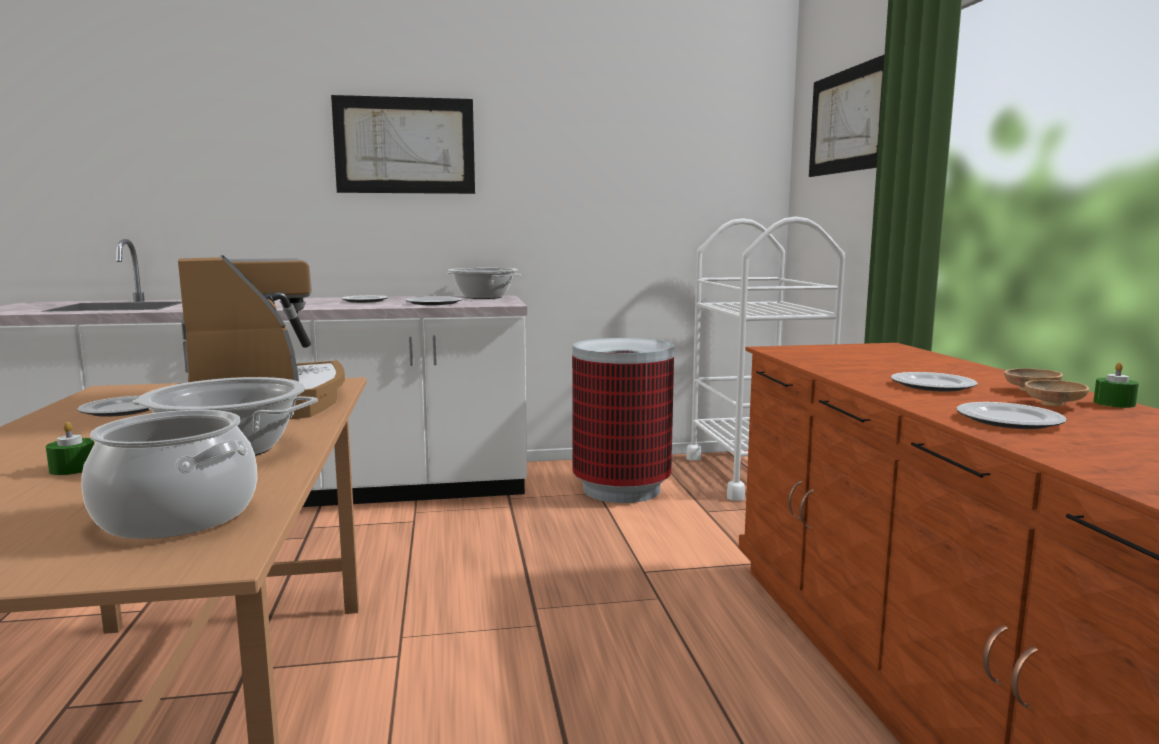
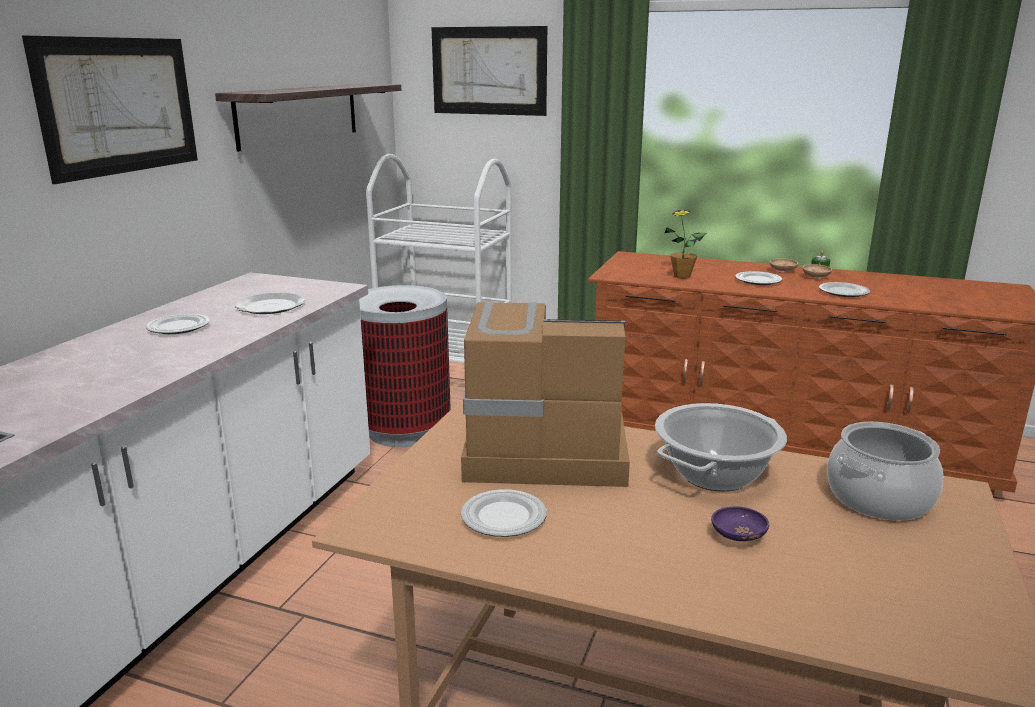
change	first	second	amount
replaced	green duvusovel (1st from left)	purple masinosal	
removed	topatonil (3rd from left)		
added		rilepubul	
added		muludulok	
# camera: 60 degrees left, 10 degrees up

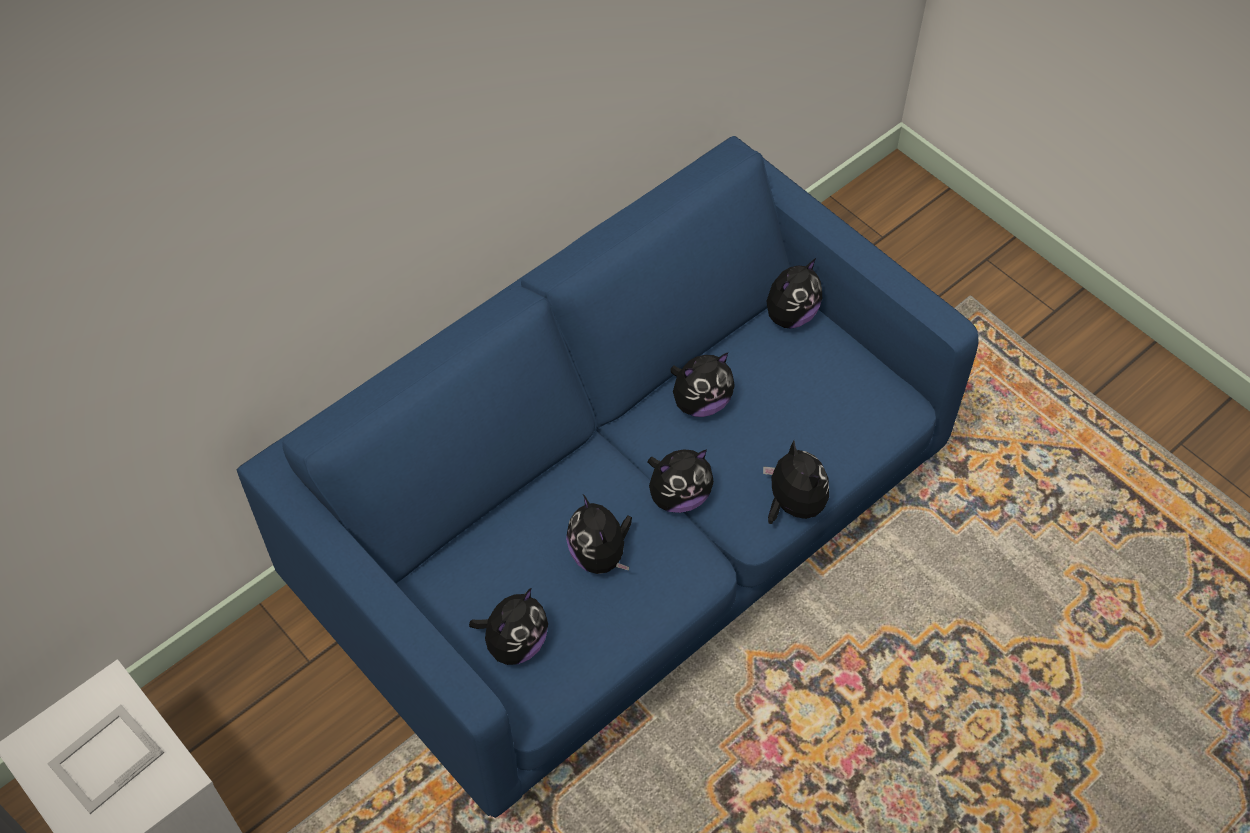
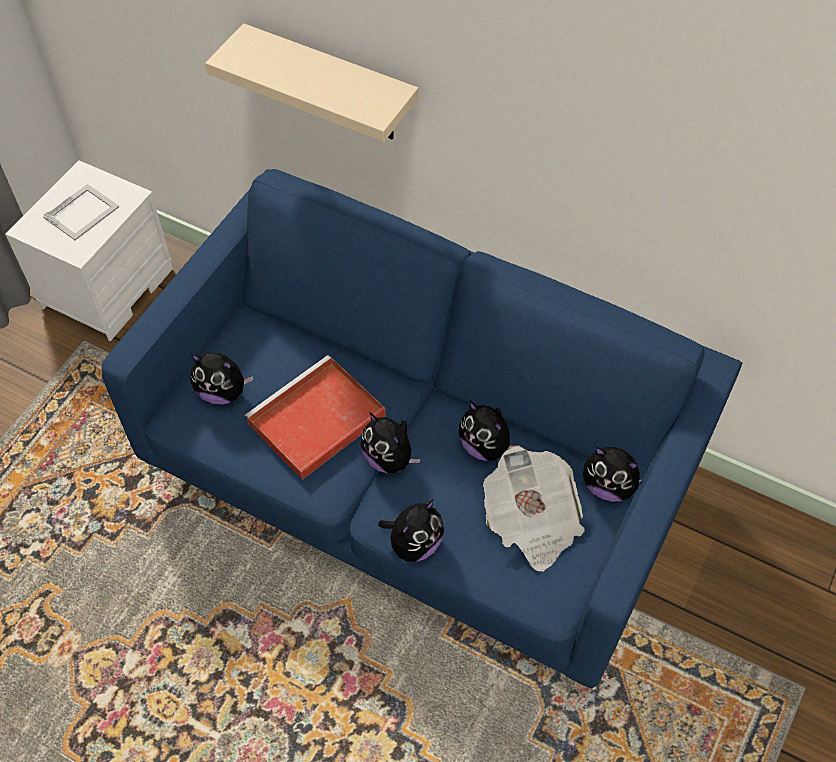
change	first	second	amount
turned	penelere		105 degrees clockwise
replaced	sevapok (2nd from left)	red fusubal	
added		beige rilepubul	
added		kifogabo	
# camera: 70 degrees right, 0 degrees up

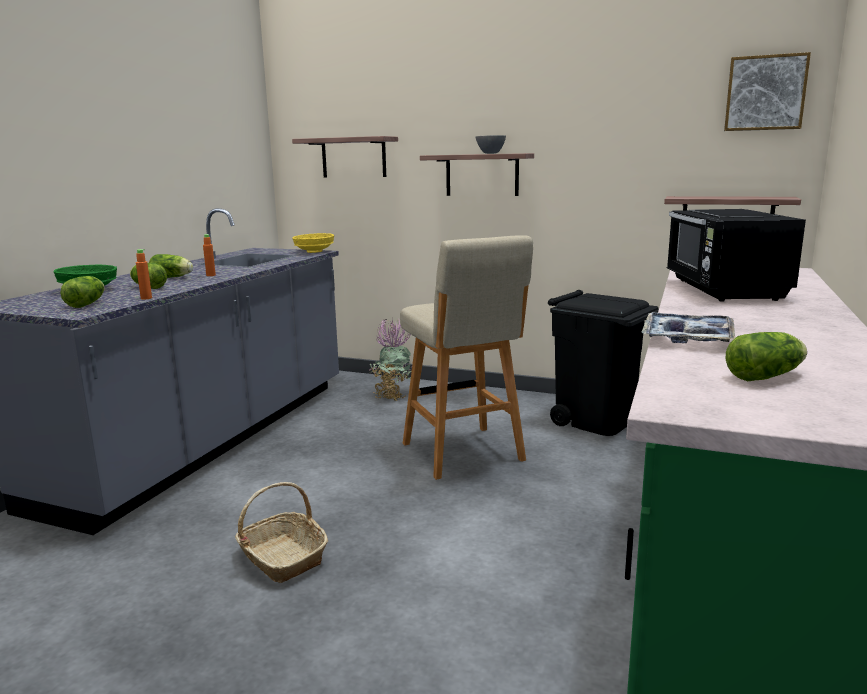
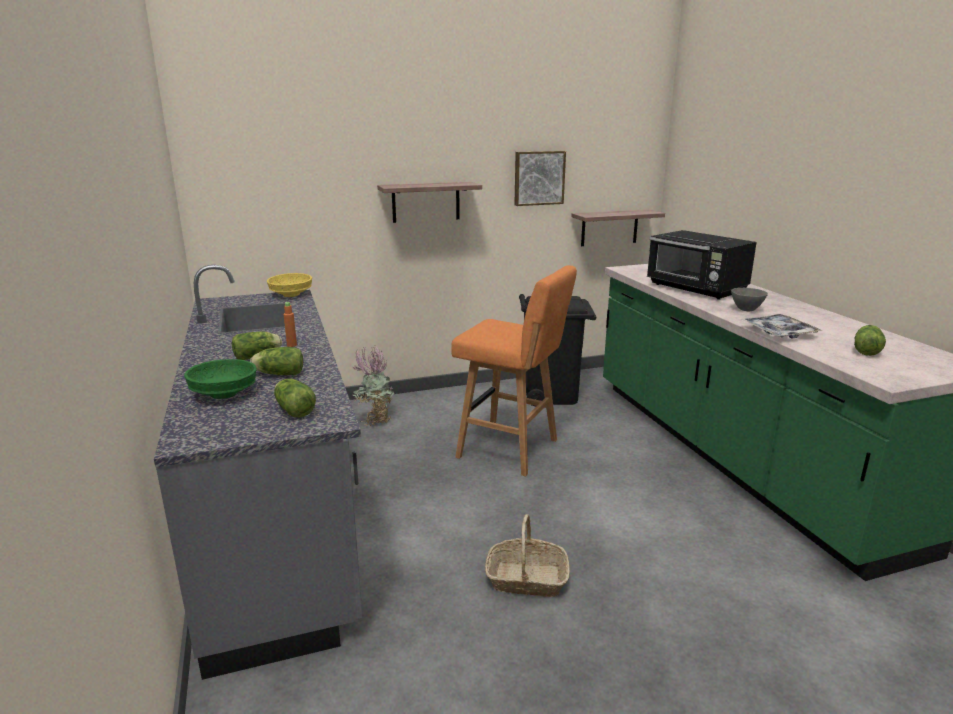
change	first	second	amount
removed	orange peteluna (1st from left)		
removed	rilepubul (1st from left)		
recoloured	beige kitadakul	orange kitadakul	
moved	grey masinosal		
moved	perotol		
# camera: 40 degrees left, 5 degrees up

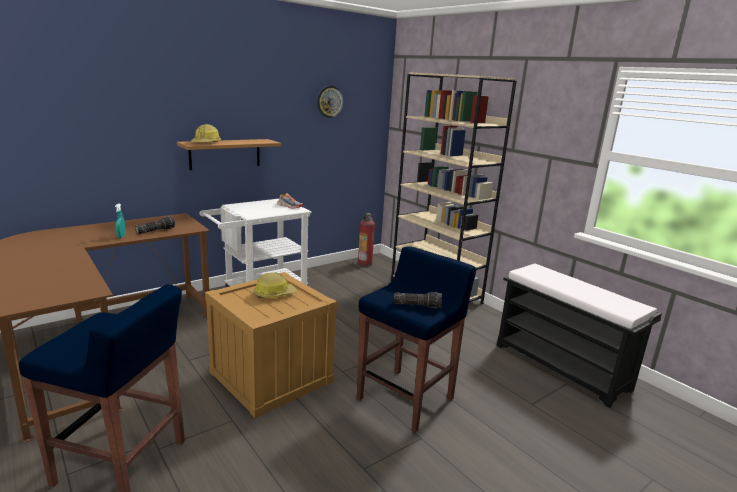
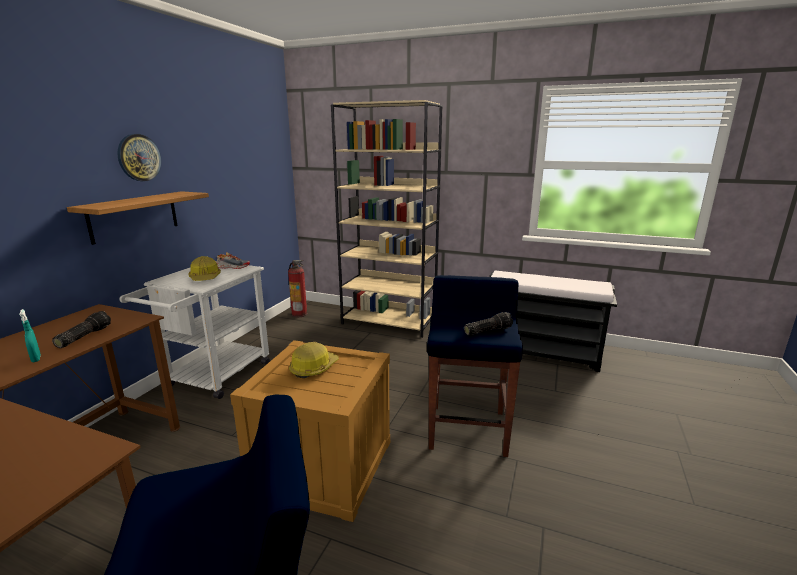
change	first	second	amount
moved	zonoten (1st from left)		
moved	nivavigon		
# camera: 30 degrees left, 0 degrees up

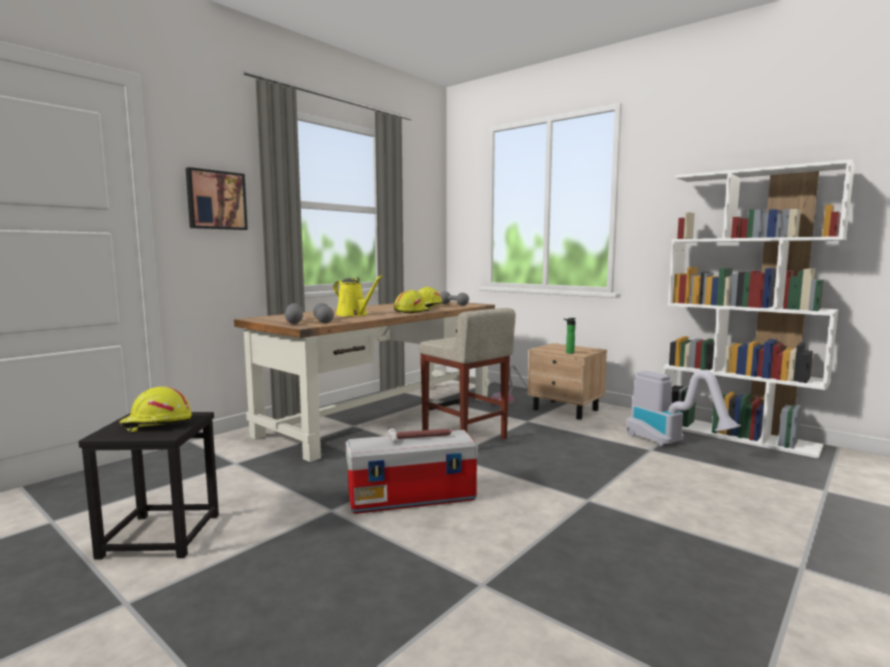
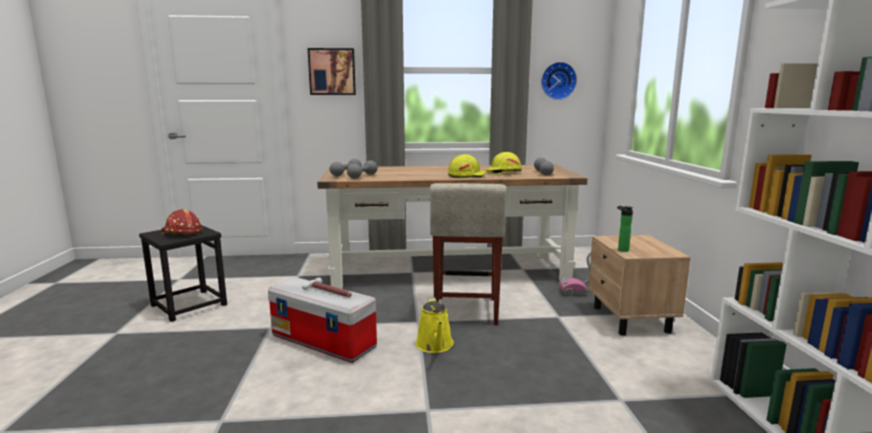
change	first	second	amount
recoloured	yellow zonoten (1st from left)	red zonoten	
moved	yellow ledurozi		
removed	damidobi (2nd from left)		
added		nivavigon	
# camera: 45 degrees right, 5 degrees up

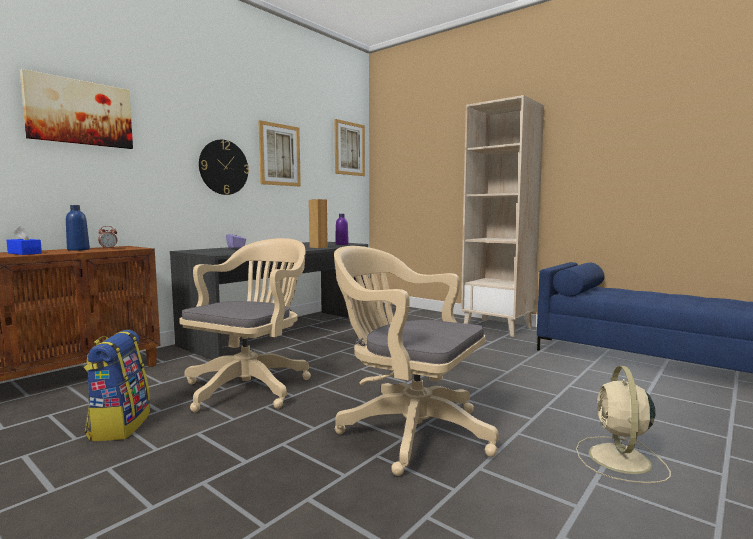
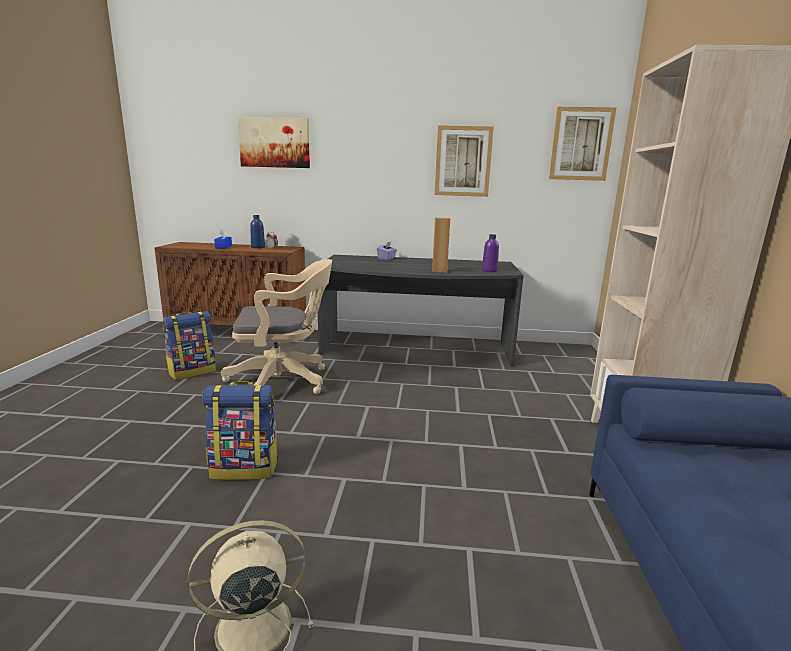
change	first	second	amount
removed	nivavigon		
replaced	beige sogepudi (2nd from left)	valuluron (2nd from left)	
# camera: 55 degrees right, 10 degrees up

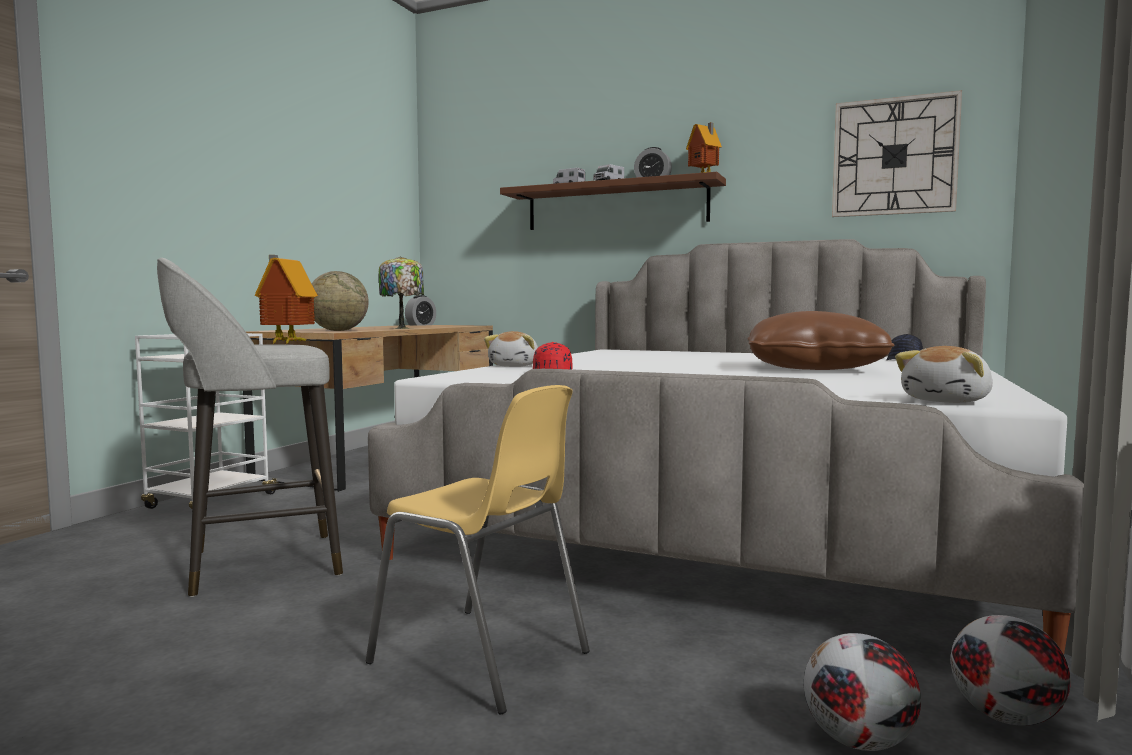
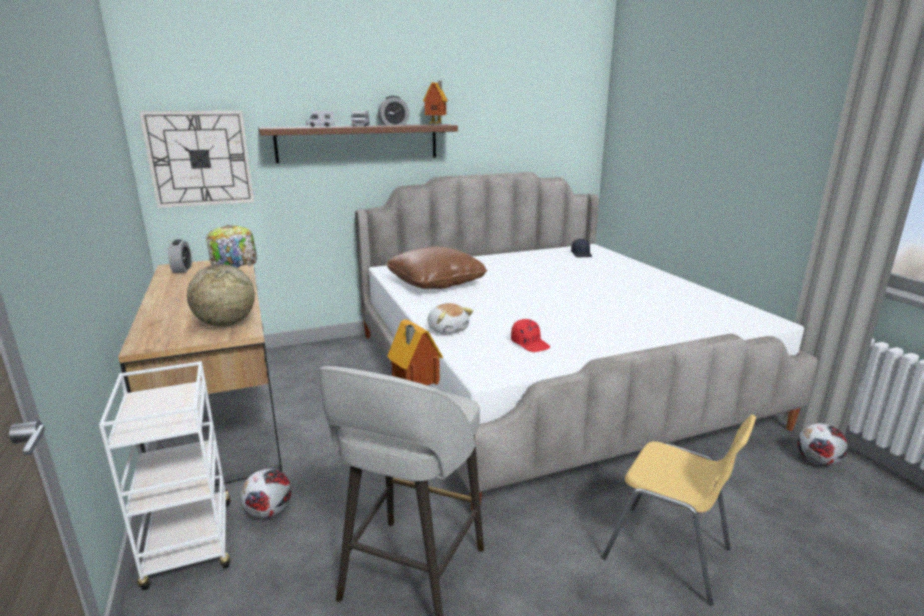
change	first	second	amount
turned	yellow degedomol		45 degrees clockwise
moved	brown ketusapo		
moved	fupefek (1st from left)		
moved	nivavigon		
removed	sevapok (2nd from left)		
# camera: 45 degrees left, 15 degrees up

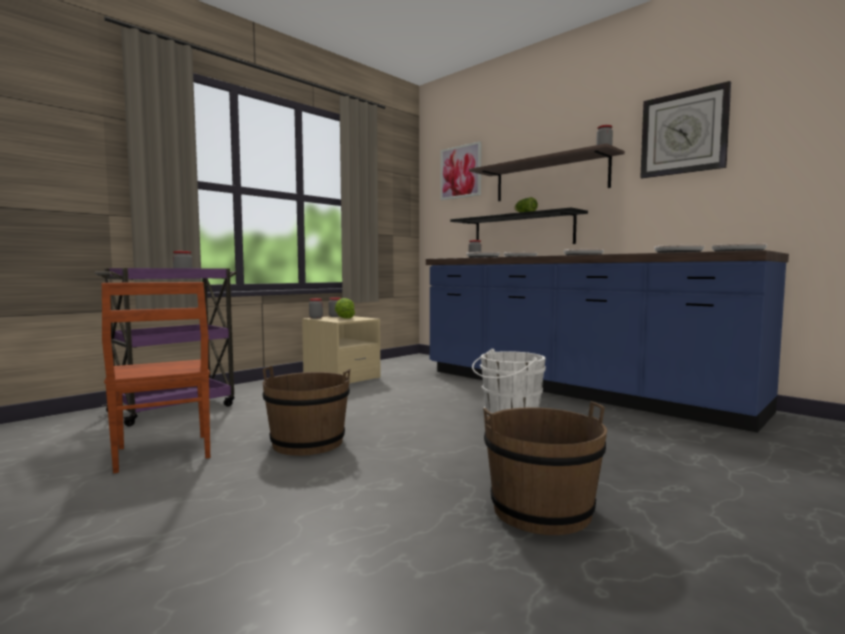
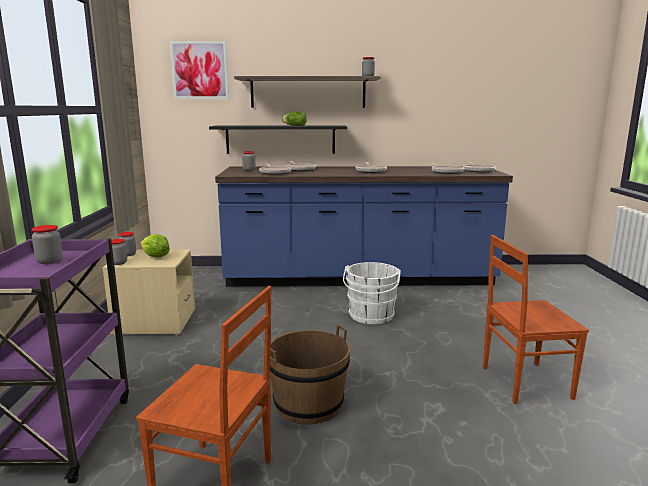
change	first	second	amount
replaced	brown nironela (2nd from left)	brown degedomol (2nd from left)	
removed	nivavigon		
# camera: 45 degrees left, 10 degrees up

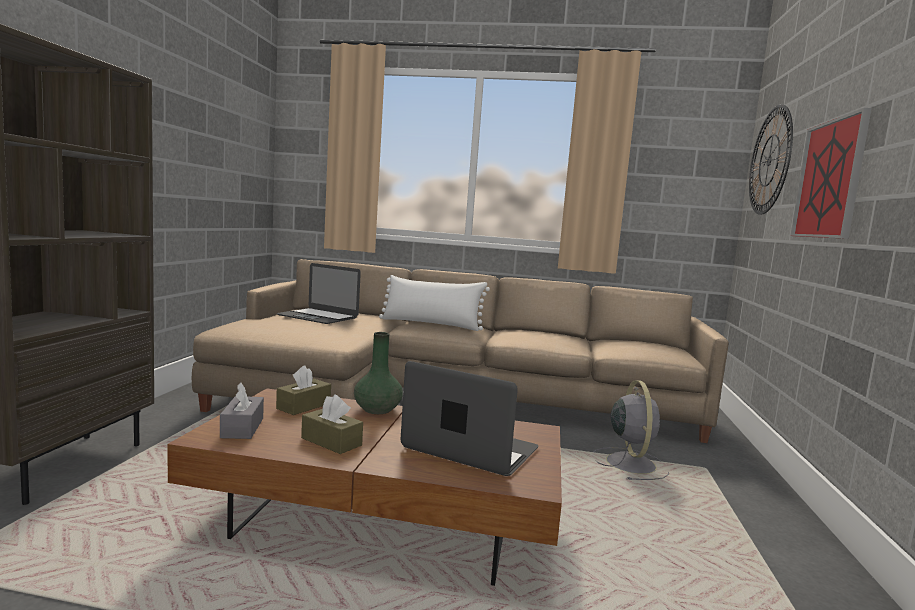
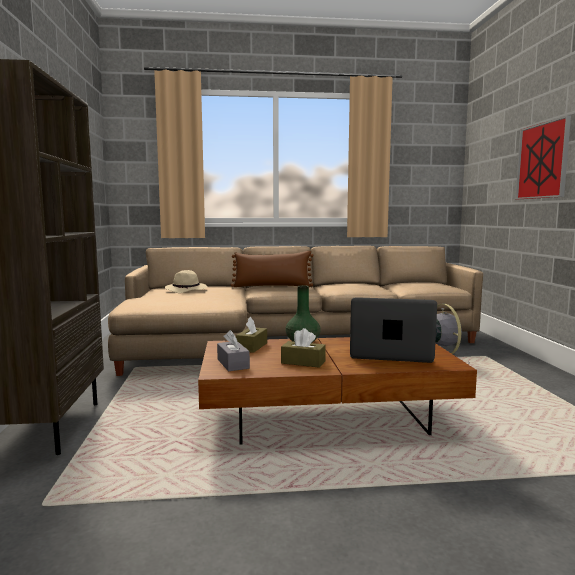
change	first	second	amount
replaced	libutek (1st from left)	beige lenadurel	
recoloured	white ketusapo	brown ketusapo	
removed	nivavigon		
# camera: 15 degrees left, 0 degrees up

